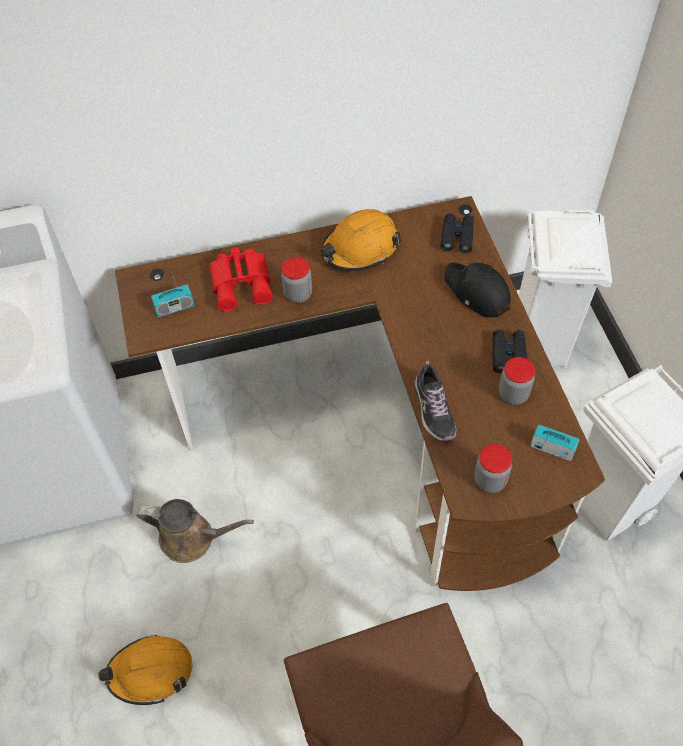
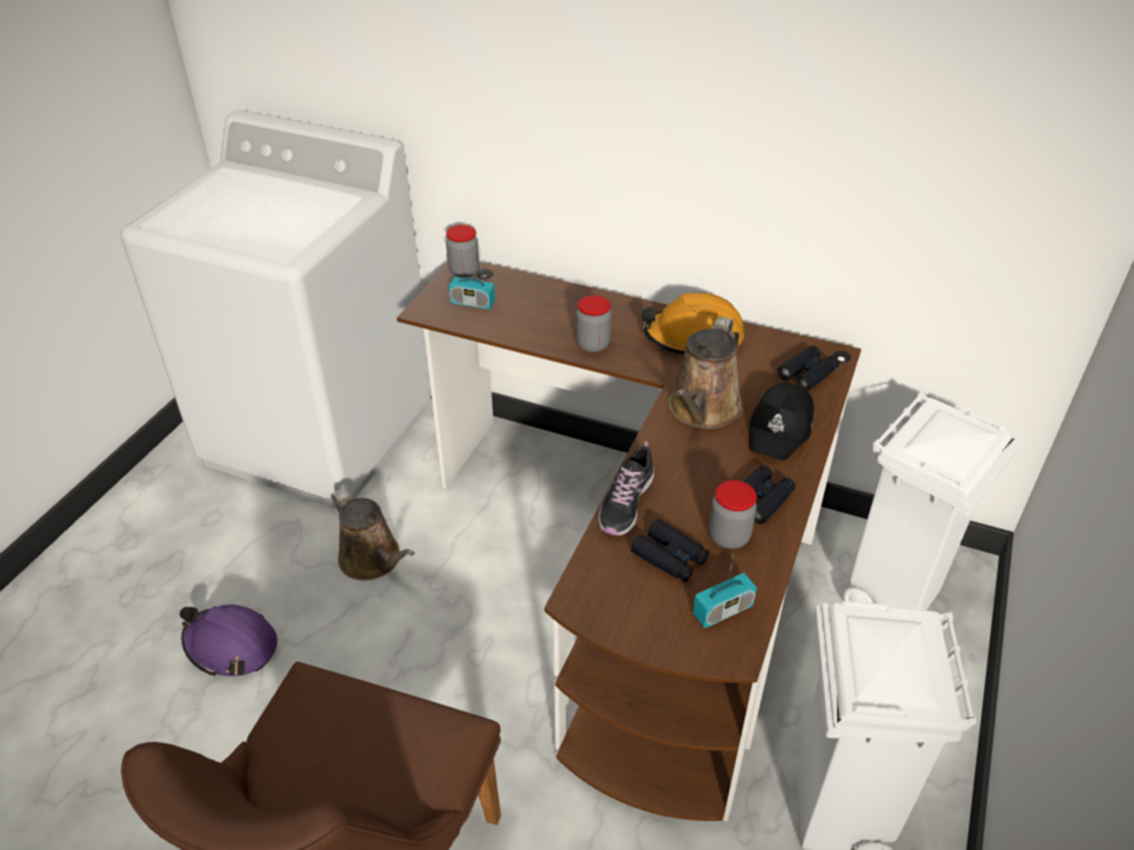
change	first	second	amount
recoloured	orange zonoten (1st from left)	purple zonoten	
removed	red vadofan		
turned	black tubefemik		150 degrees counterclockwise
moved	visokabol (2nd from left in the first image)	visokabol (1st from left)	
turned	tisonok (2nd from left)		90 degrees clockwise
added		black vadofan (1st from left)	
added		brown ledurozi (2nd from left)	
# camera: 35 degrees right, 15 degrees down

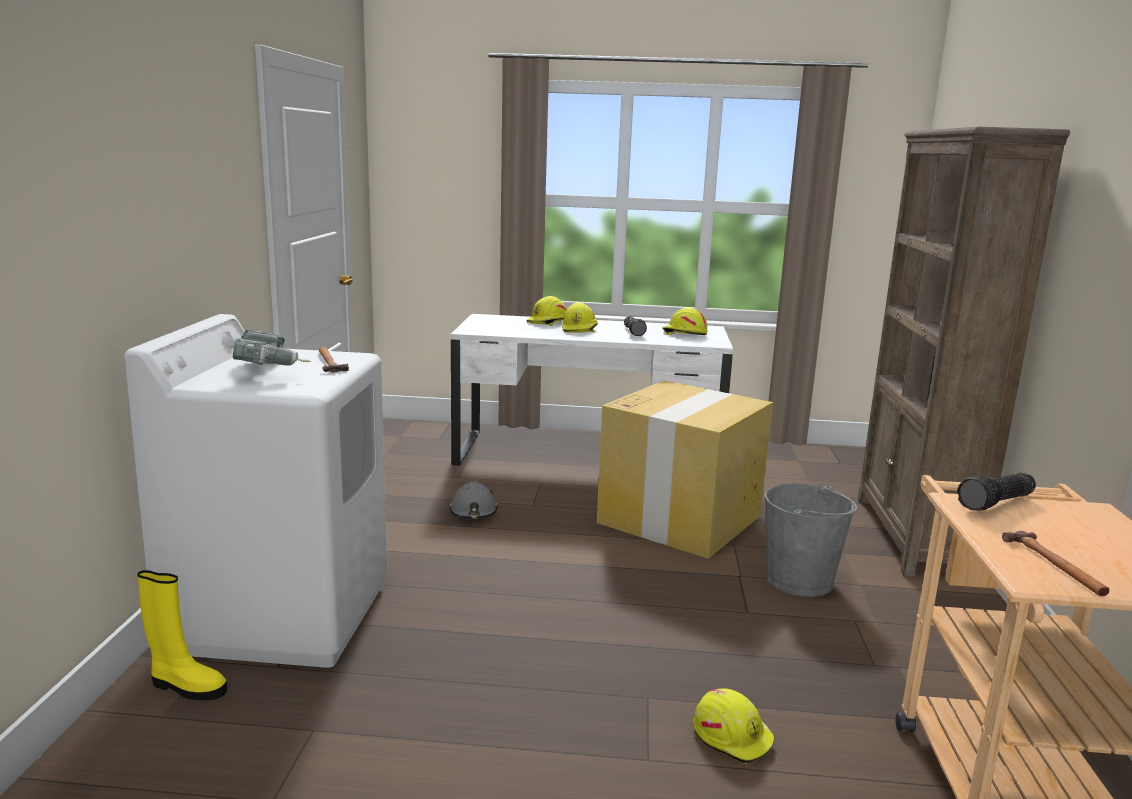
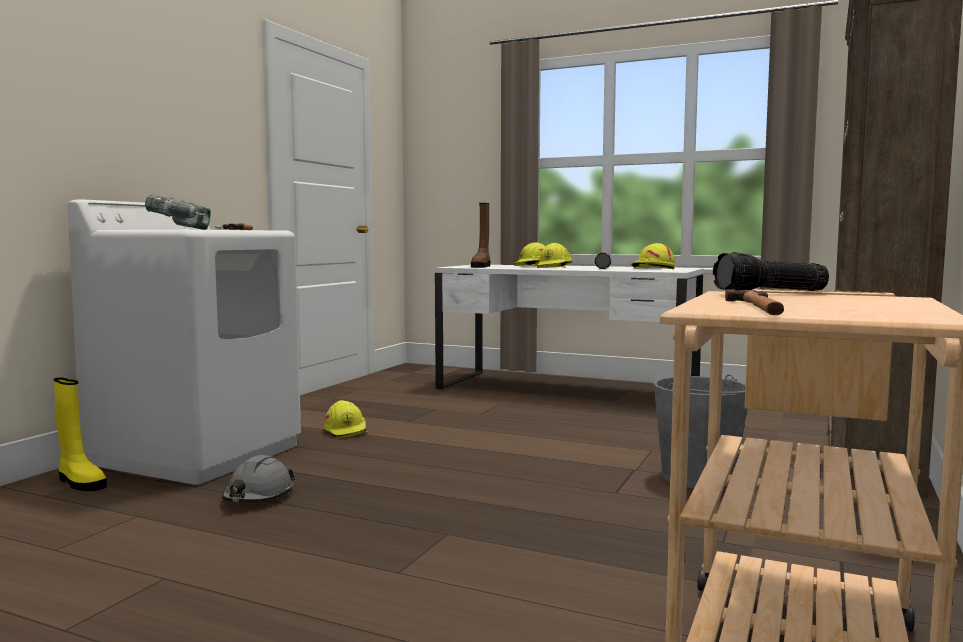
change	first	second	amount
moved	grey zonoten		
removed	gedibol		
moved	yellow zonoten (4th from left in the first image)	yellow zonoten (1st from left)	
added		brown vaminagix	
# camera: 20 degrees right, 10 degrees down

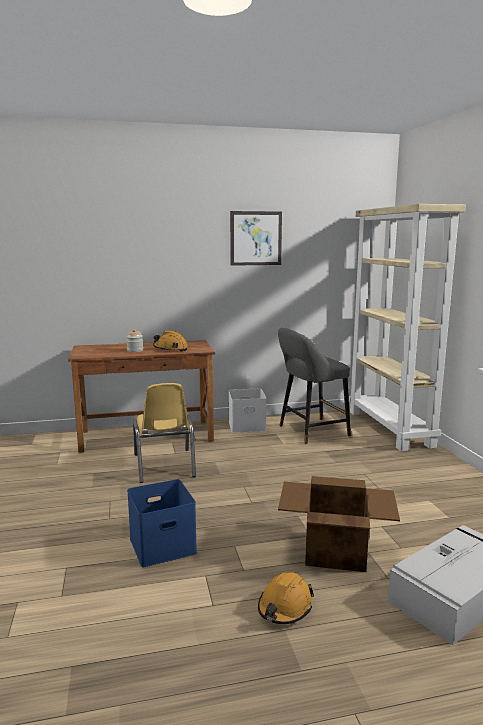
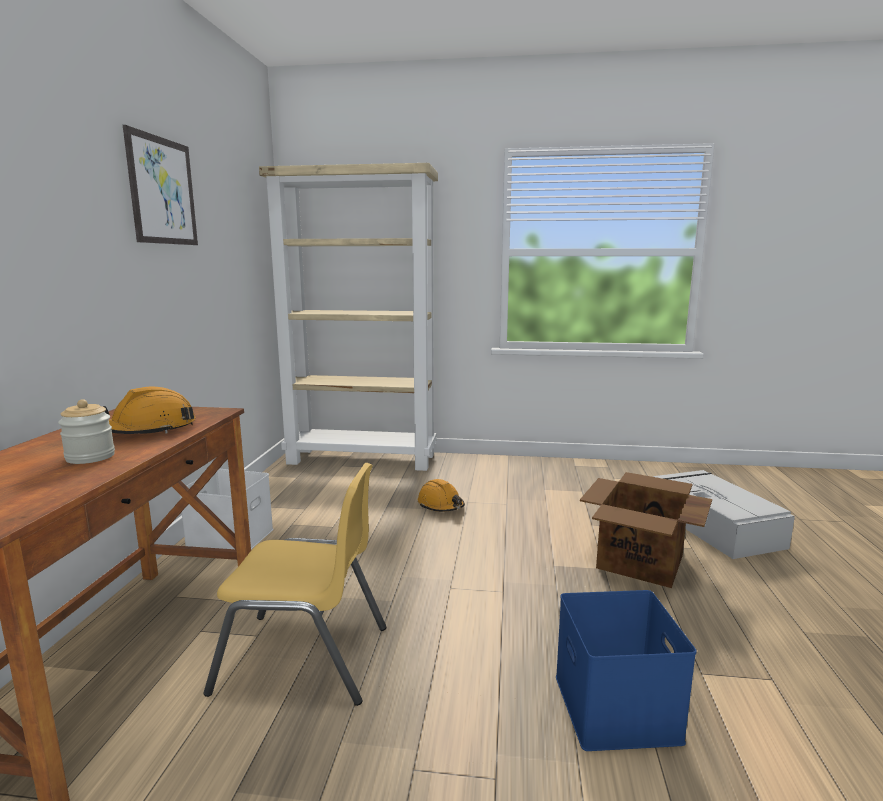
change	first	second	amount
moved	orange zonoten (2nd from left)		
removed	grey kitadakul		
# camera: 70 degrees left, 0 degrees up

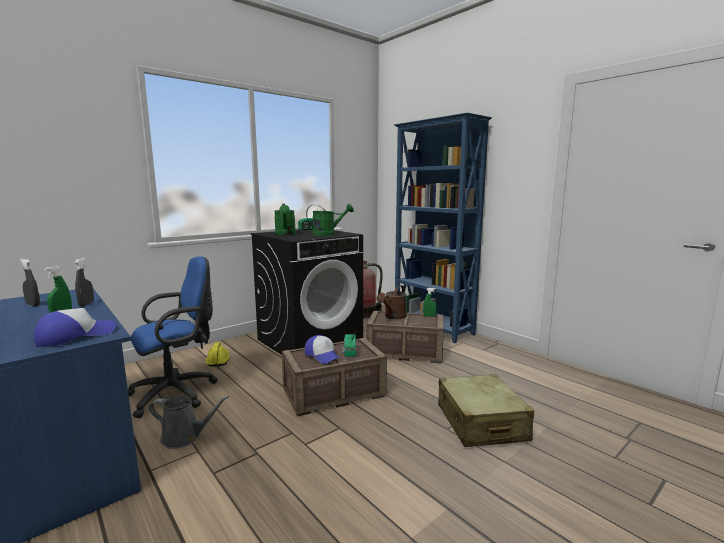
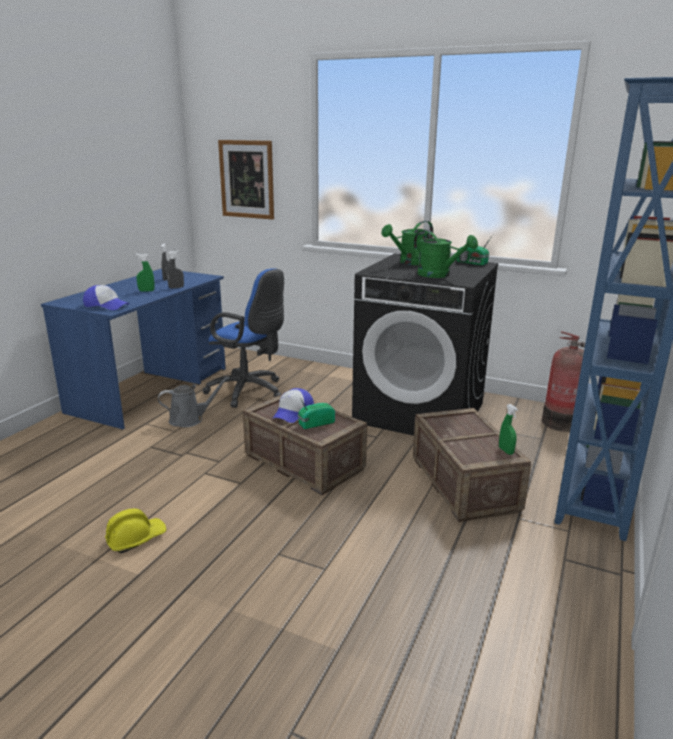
change	first	second	amount
turned	grey ledurozi		90 degrees counterclockwise
moved	yellow zonoten		
removed	brown ledurozi		
removed	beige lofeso		
added		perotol	
# camera: 65 degrees right, 10 degrees up

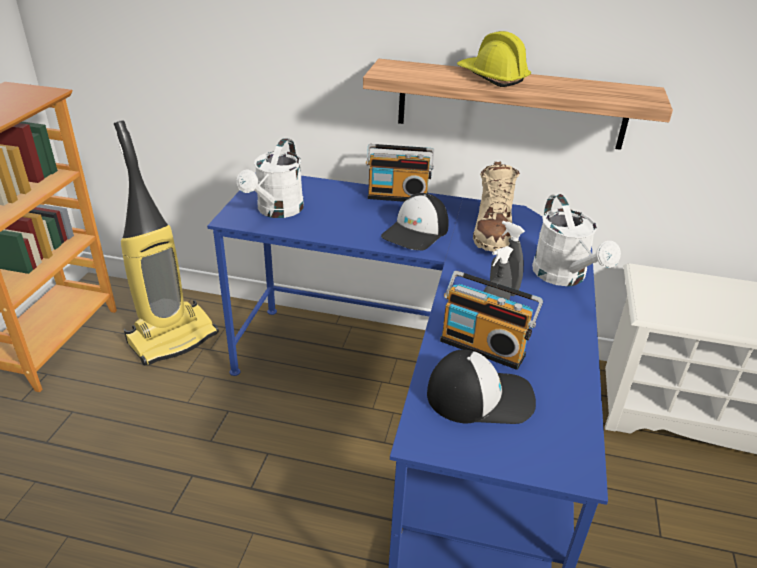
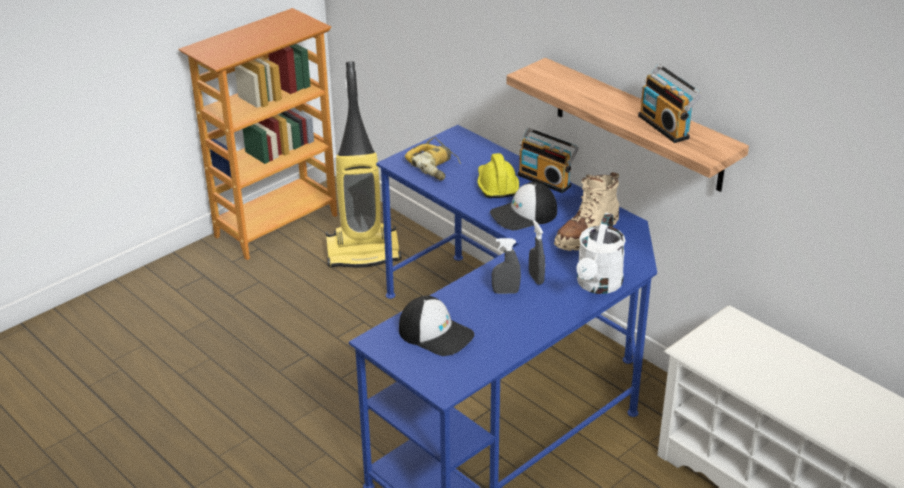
change	first	second	amount
replaced	white ledurozi (1st from left)	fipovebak	
moved	tisonok (2nd from left)		
moved	yellow zonoten		
# camera: 35 degrees right, 0 degrees up

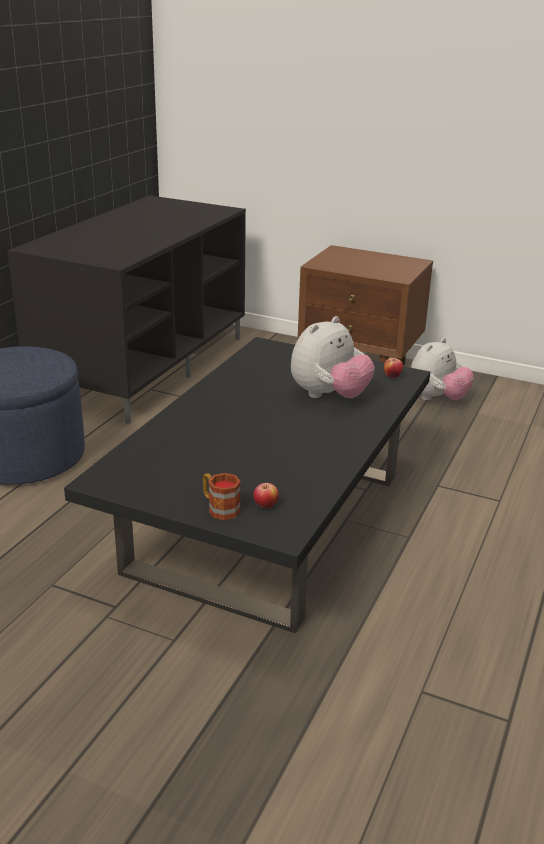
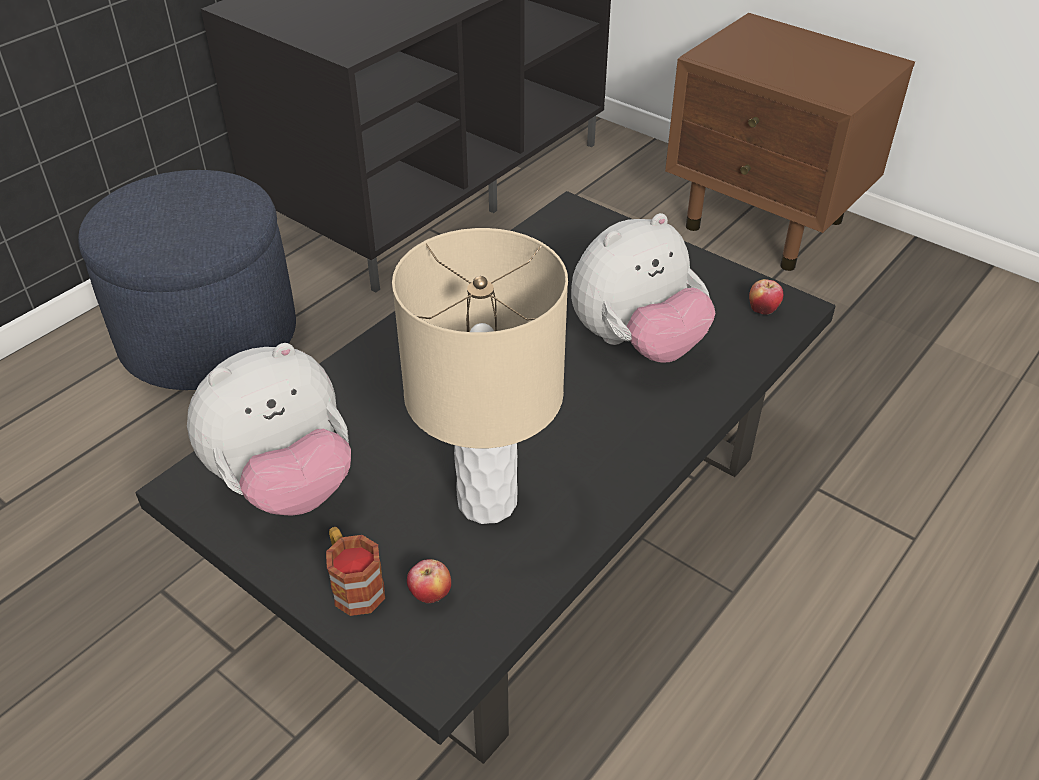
change	first	second	amount
moved	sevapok (2nd from left in the first image)	sevapok (1st from left)	
added		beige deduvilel	
# camera: 15 degrees right, 15 degrees up

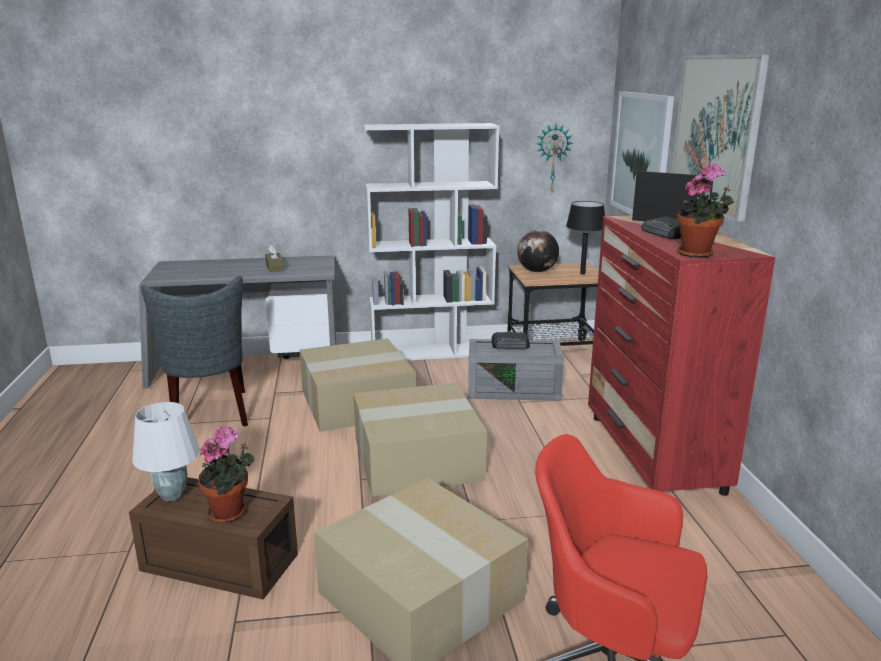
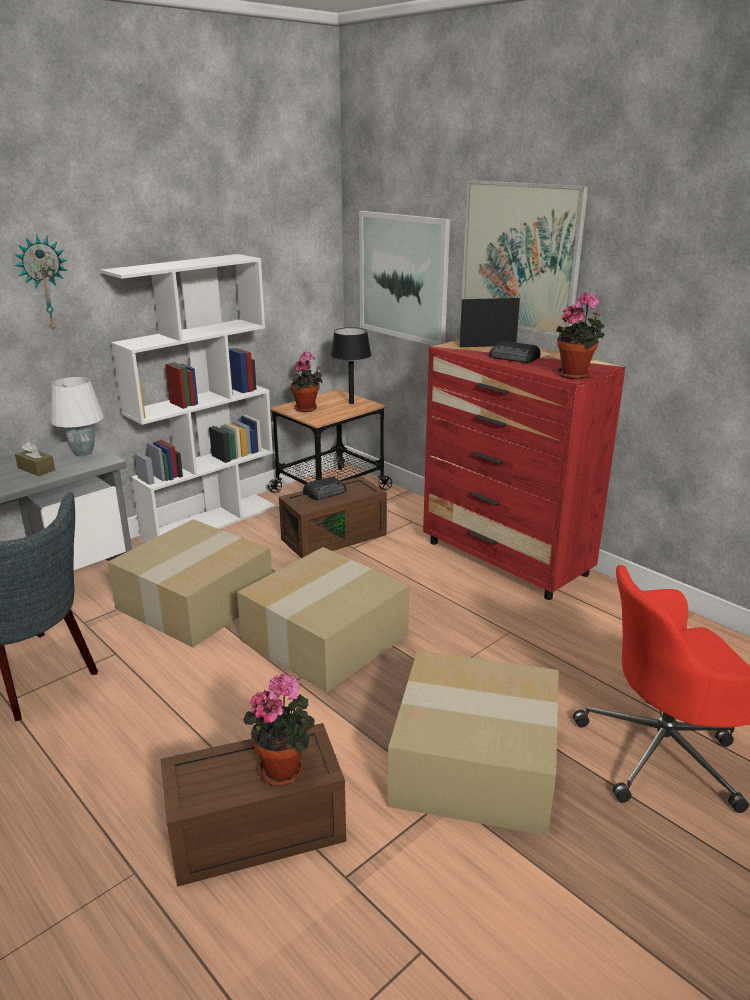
change	first	second	amount
moved	white deduvilel		
recoloured	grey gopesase	brown gopesase (2nd from left)	
replaced	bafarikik	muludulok (2nd from left)	
moved	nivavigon		
# camera: 35 degrees left, 5 degrees up

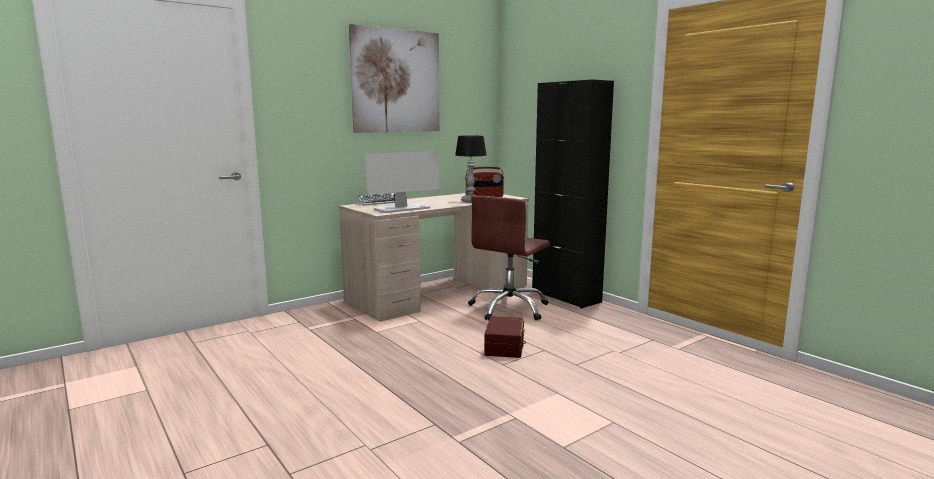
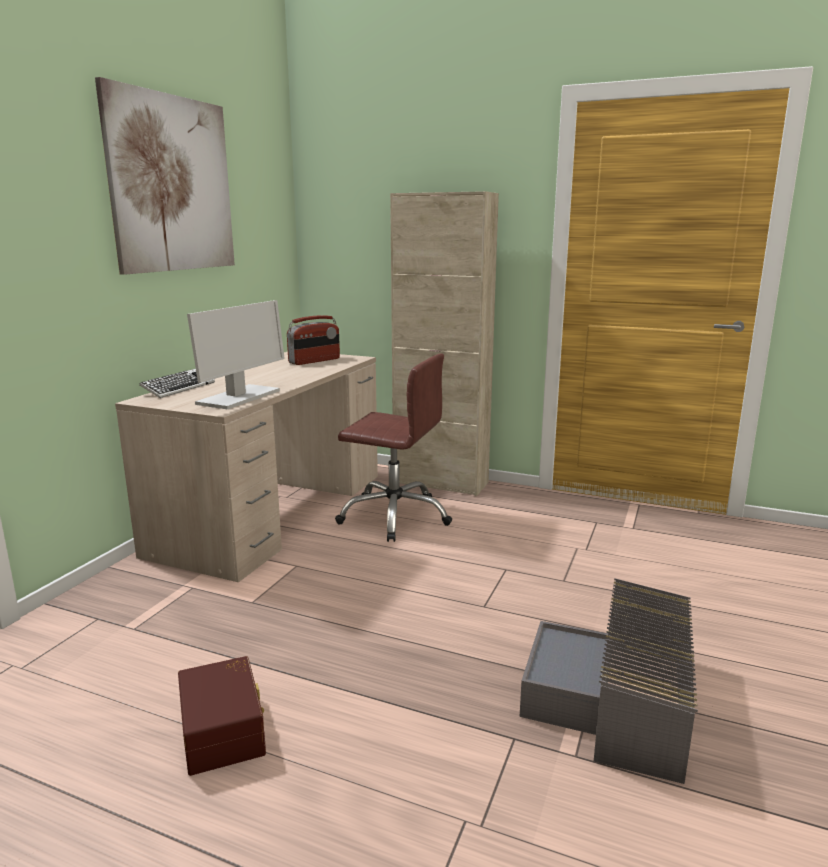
change	first	second	amount
removed	deduvilel		
turned	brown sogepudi		75 degrees counterclockwise
moved	brown gopesase		
recoloured	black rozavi	beige rozavi	
added		grey gopesase	
# camera: 30 degrees left, 5 degrees up

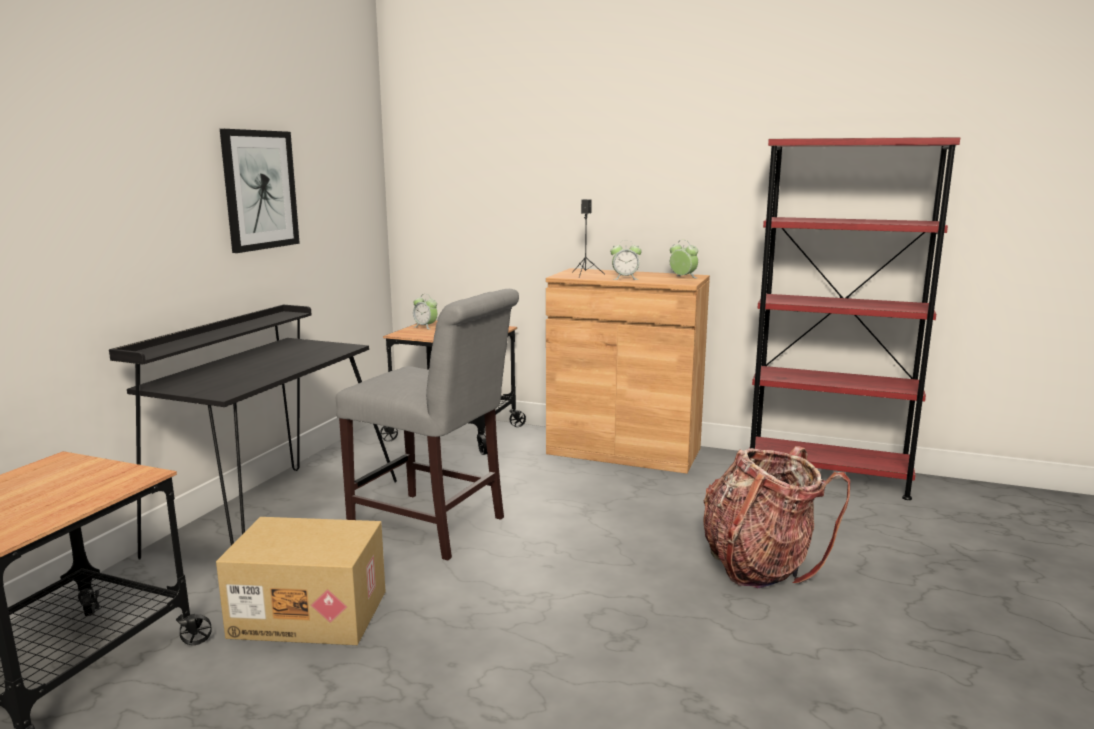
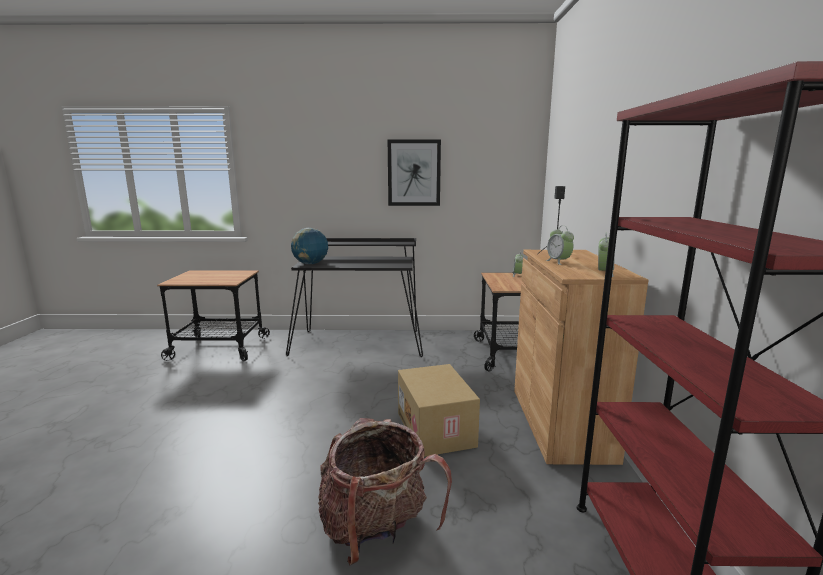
change	first	second	amount
moved	gedibol		
removed	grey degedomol		
added		bafarikik	
# camera: 70 degrees right, 0 degrees up

